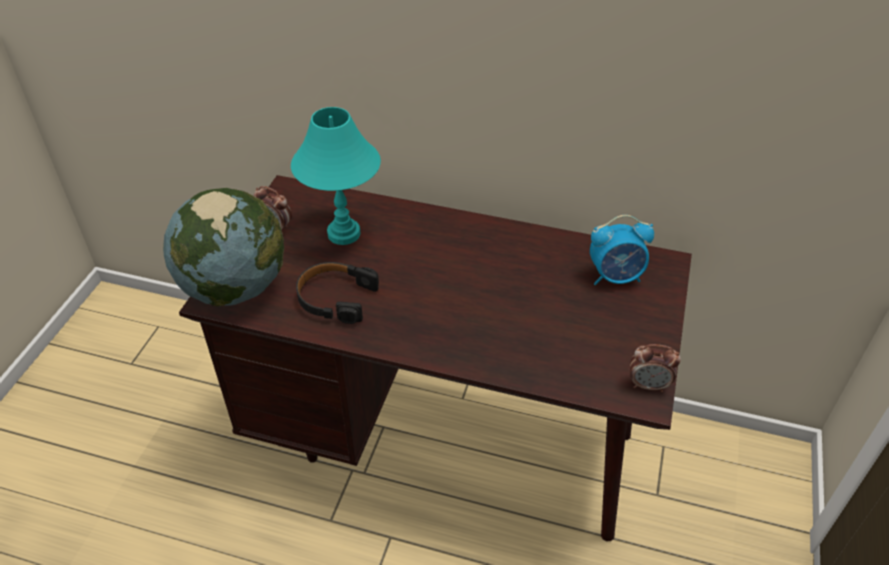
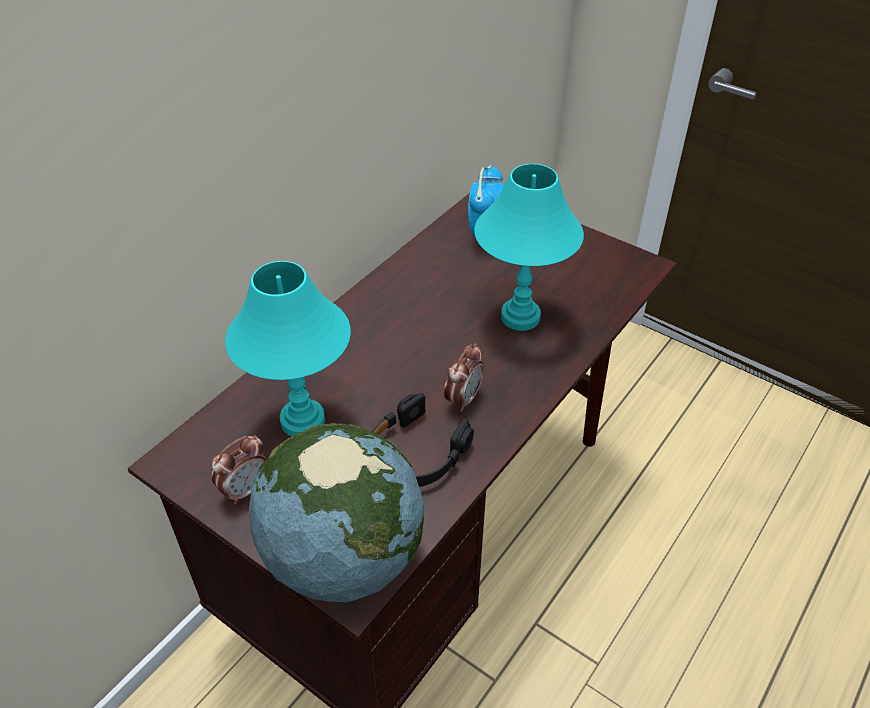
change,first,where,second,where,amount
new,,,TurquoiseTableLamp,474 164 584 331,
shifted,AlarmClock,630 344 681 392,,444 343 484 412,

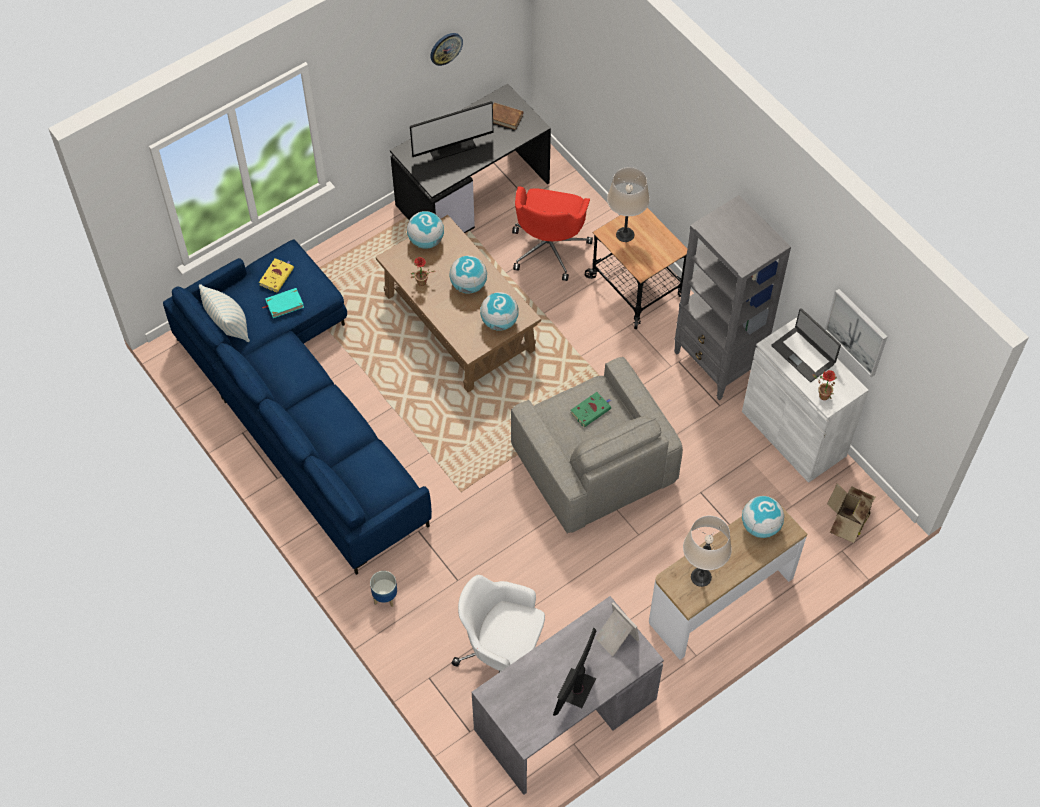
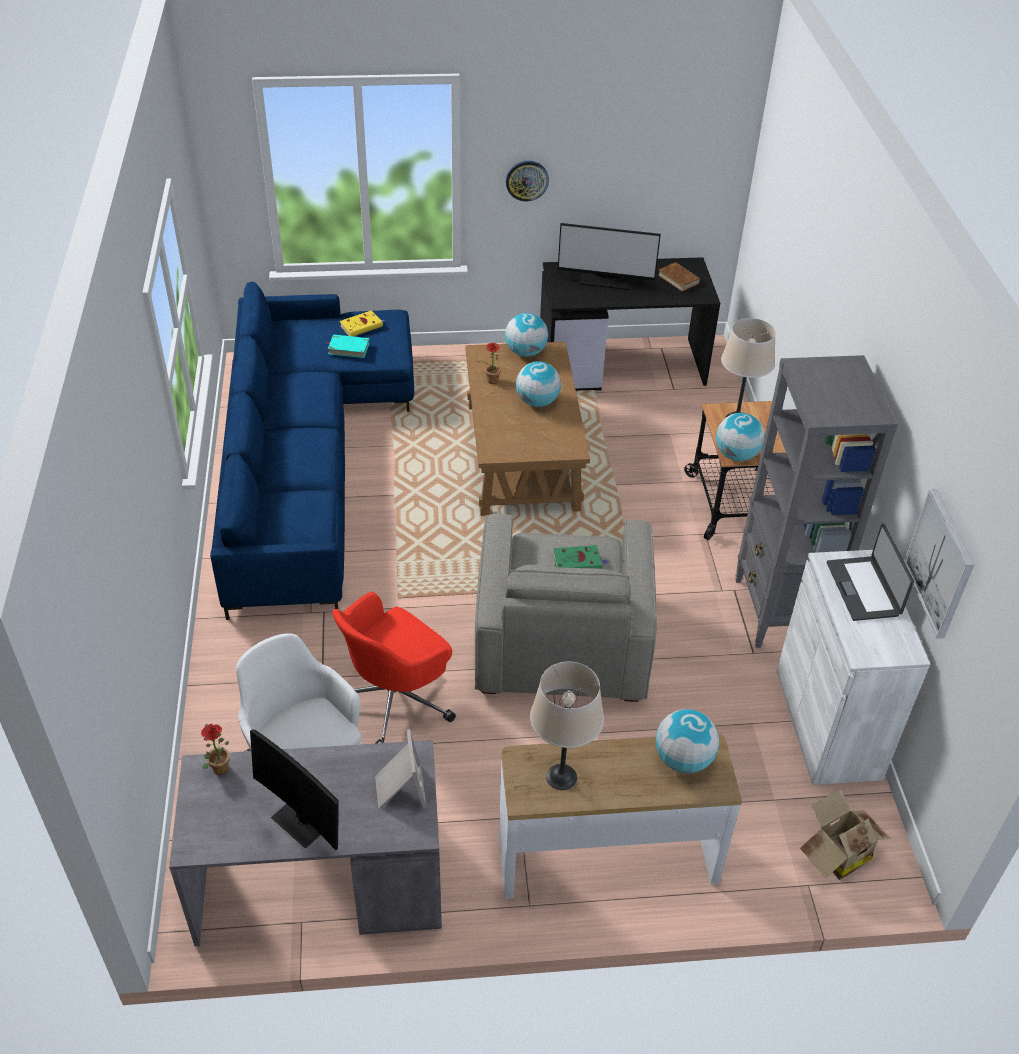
change,first,where,second,where,amount
gone,Pillow,199 284 250 342,,,
gone,Planter,370 571 397 607,,,
shifted,WallClock,430 33 463 66,,506 161 549 201,
shifted,Globe,480 292 519 331,,716 413 765 461,
shifted,RedOfficeChair,512 186 593 281,,332 592 456 744,
shifted,PottedPlant,813 370 837 400,,201 724 230 775,
rotated,Monitor,553 628 597 716,,250 729 338 850,105 degrees counterclockwise

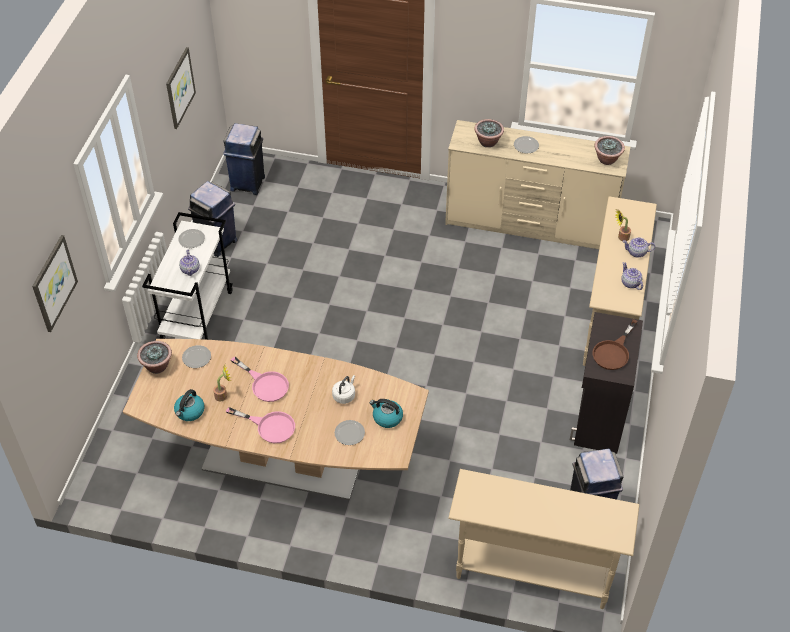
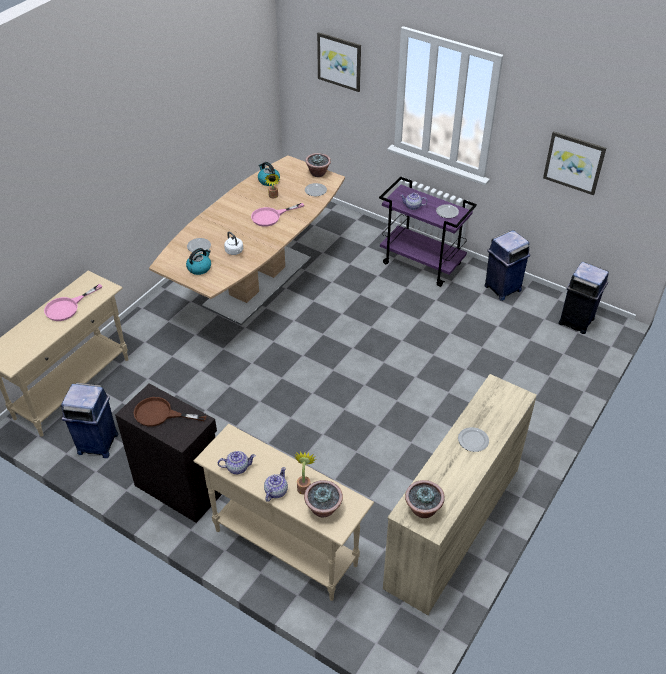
change,first,where,second,where,amount
shifted,PinkFryingPan,226 407 295 443,,44 284 102 321,
shifted,PottedPlant,474 119 504 147,,304 480 343 517,
repainted,WhiteCart,142 212 233 340,PurpleCart,379 177 477 287,
rotated,BrownFryingPan,593 319 638 370,,134 397 206 426,45 degrees counterclockwise

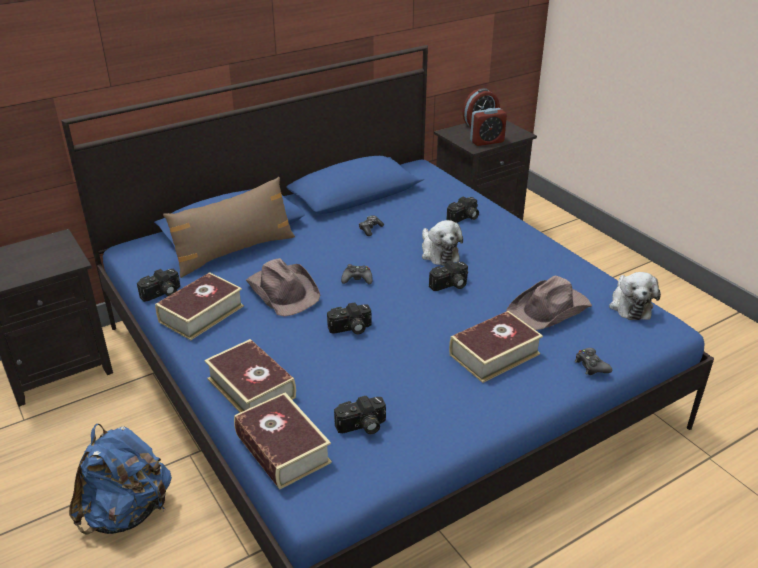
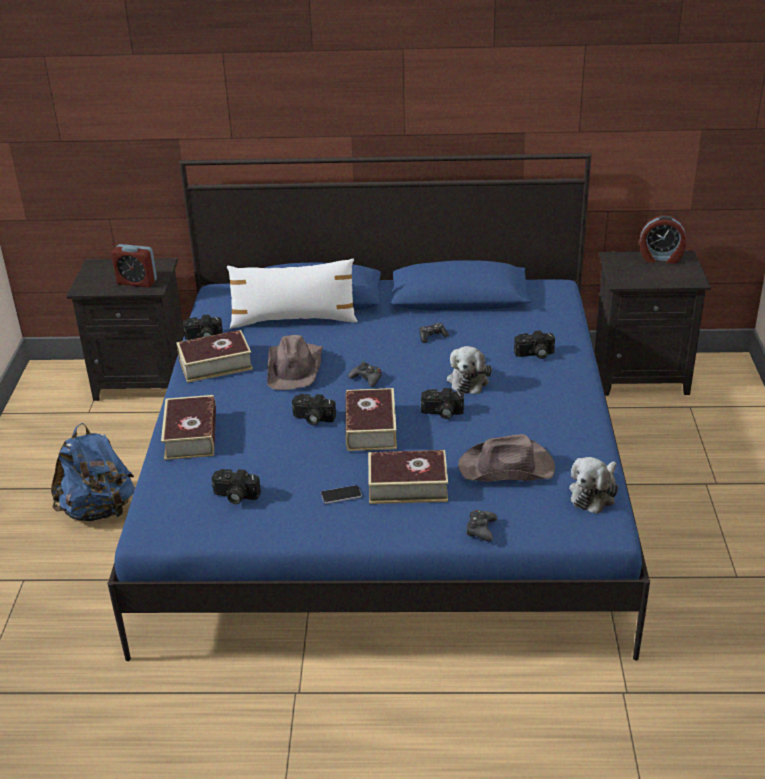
change,first,where,second,where,amount
new,,,Phone,321 485 362 504,
shifted,Book,234 393 332 490,,346 388 397 451,
shifted,AlarmClock,470 108 507 146,,111 244 157 287,
repainted,BrownPillow,163 177 295 278,WhitePillow,227 259 358 329,

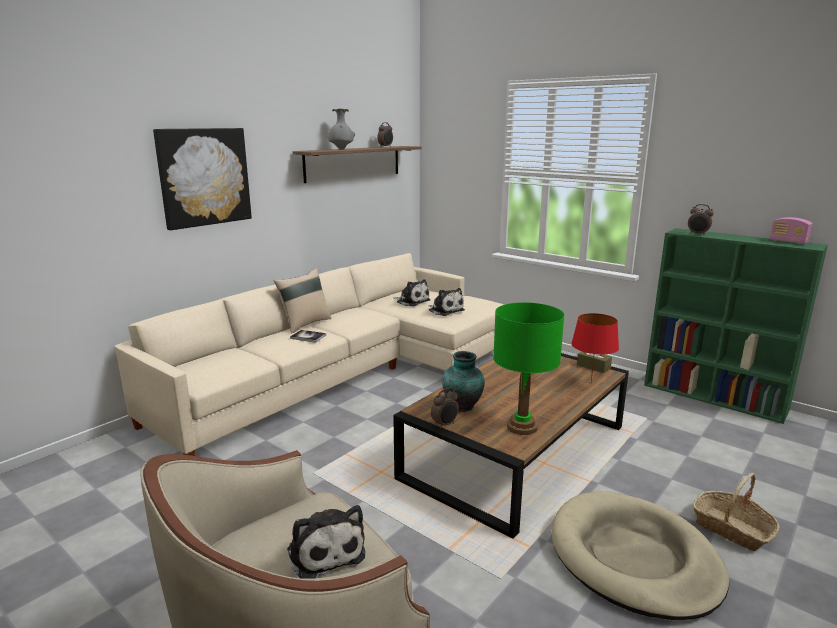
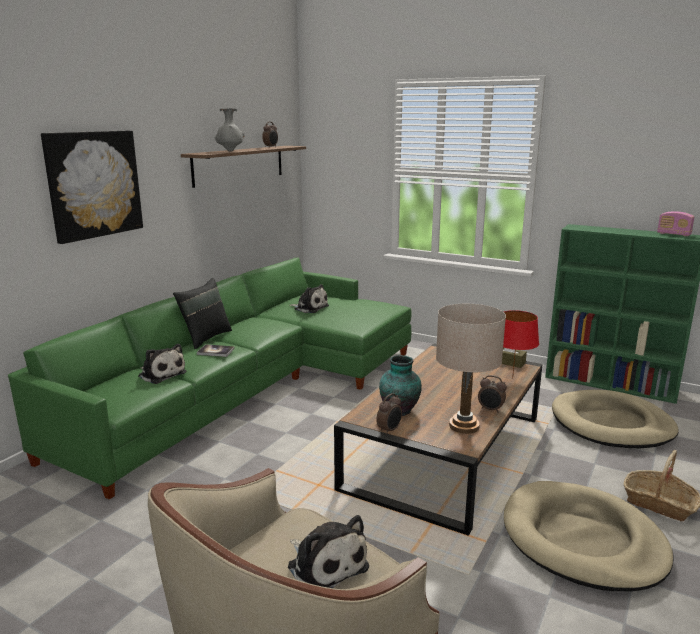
change,first,where,second,where,amount
new,,,BeigeDogBed,552 390 679 448,
shifted,PlushToy,428 288 465 316,,139 344 187 384,
shifted,AlarmClock,688 204 714 236,,478 375 507 413,
repainted,BeigeSofa,115 253 505 456,GreenSofa,8 258 412 500,
repainted,BeigePillow,273 268 331 334,BlackPillow,173 278 232 349,
repainted,GreenTableLamp,493 302 565 435,BeigeTableLamp,436 304 506 434,

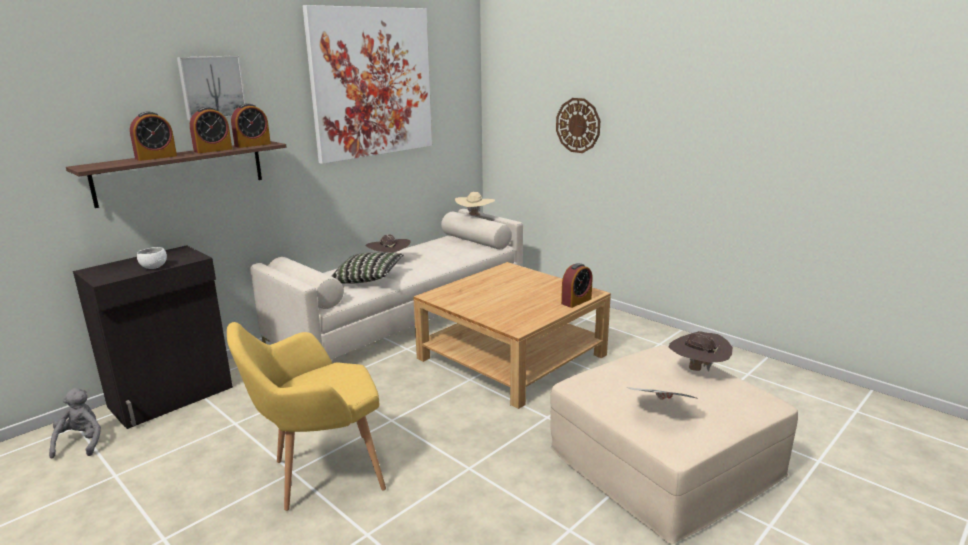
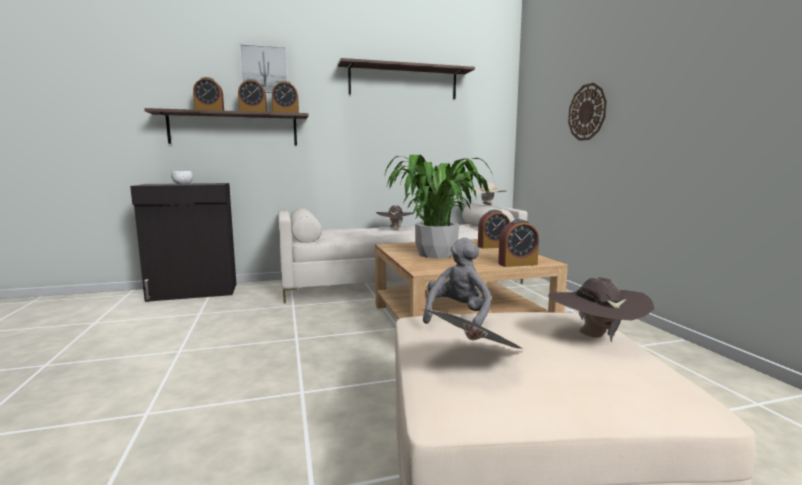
change,first,where,second,where,amount
gone,YellowArmchair,227 322 386 511,,,
gone,Pillow,331 252 404 284,,,
new,,,PottedPlant,384 155 493 259,
new,,,AlarmClock,478 210 510 249,
shifted,GreyPlushToy,49 388 101 458,,423 238 491 326,
swapped,Picture,302 5 432 164,Shelf,337 58 475 99,

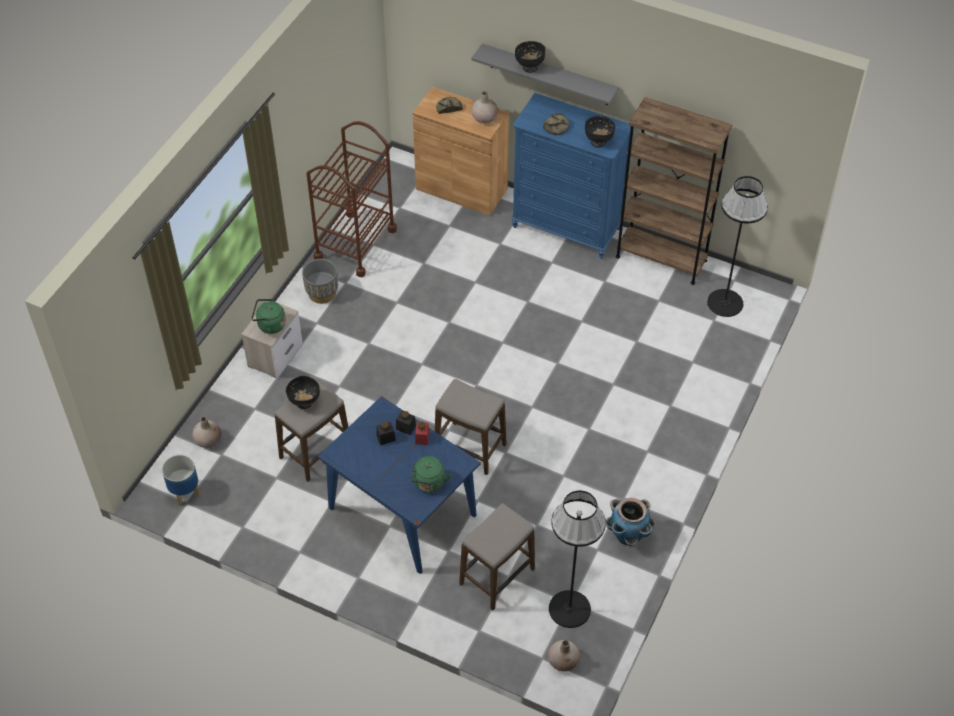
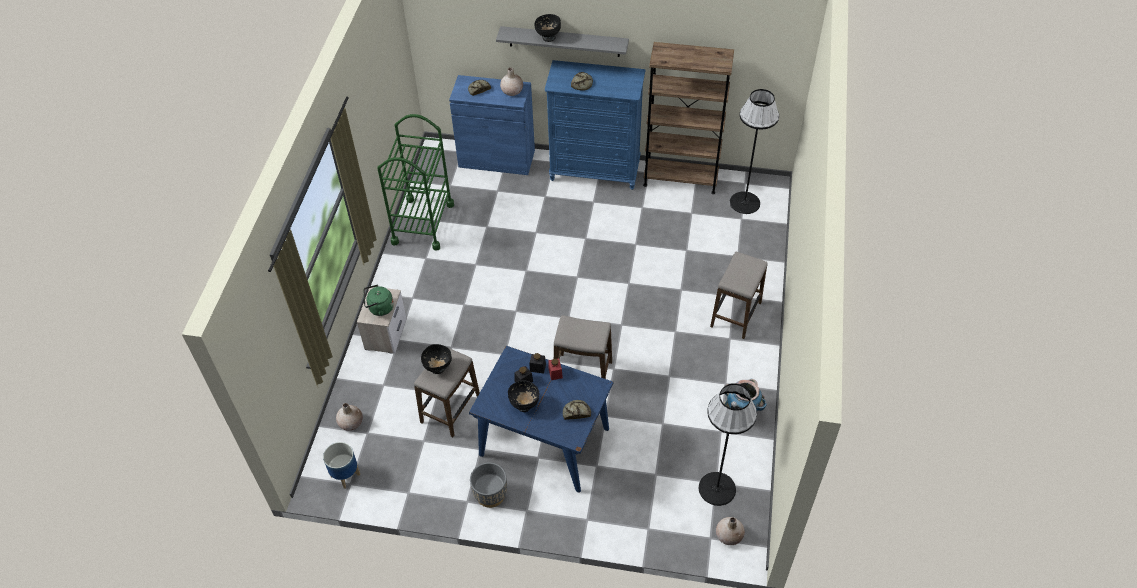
change,first,where,second,where,amount
shifted,GreyPlanter,302 259 338 304,,470 462 507 508,
shifted,Stool,459 503 535 611,,710 252 768 339,
shifted,BlackBowl,585 116 615 148,,508 381 539 412,
swapped,GreenKettle,410 456 451 493,Bread,563 400 591 420,
repainted,BrownCart,306 121 397 277,GreenCart,377 114 454 251,
repainted,BrownCabinet,413 87 509 216,BlueCabinet,449 75 535 175,

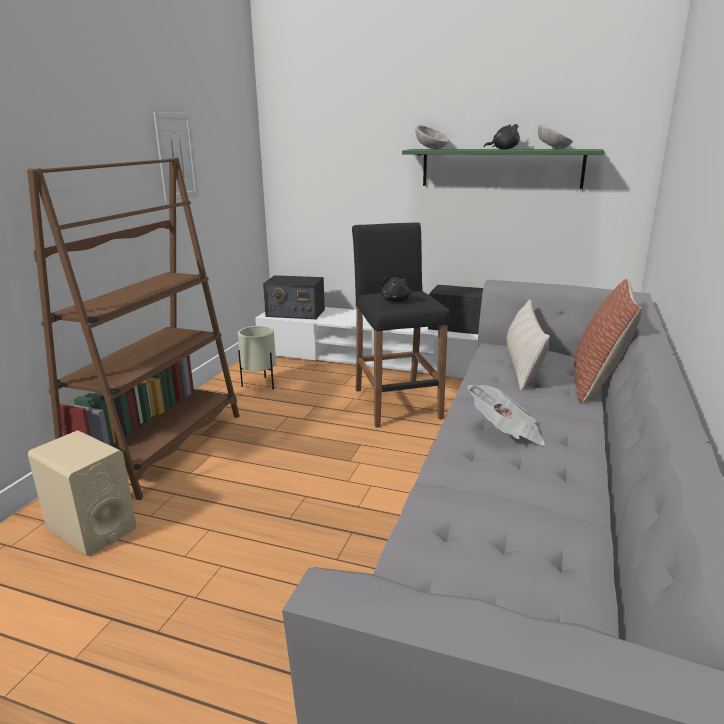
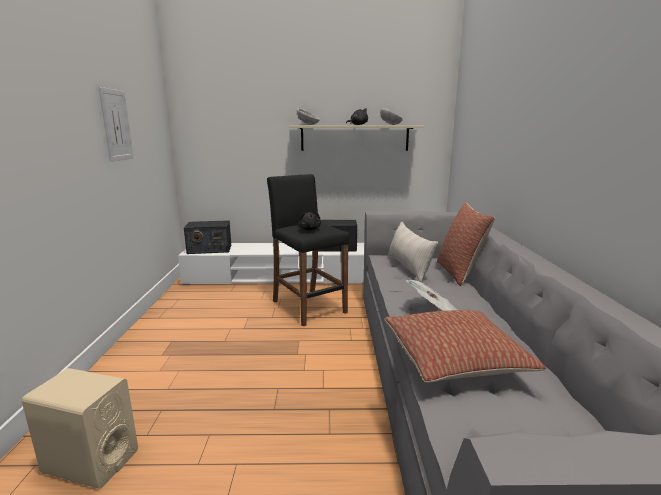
change,first,where,second,where,amount
gone,BrownBookcase,27 158 240 500,,,
gone,BeigePlanter,238 326 276 390,,,
new,,,Pillow,385 310 546 383,
repainted,GreenShelf,402 149 604 189,BeigeShelf,289 125 424 151,

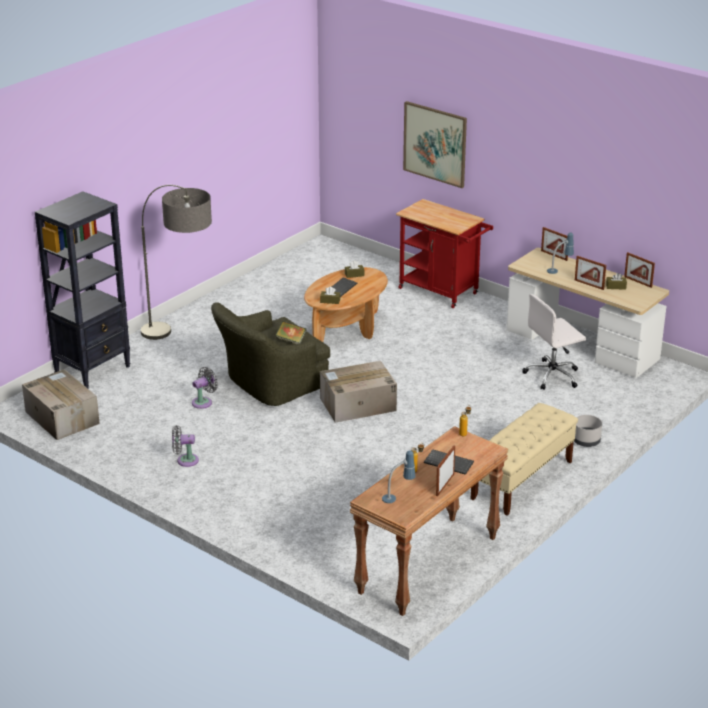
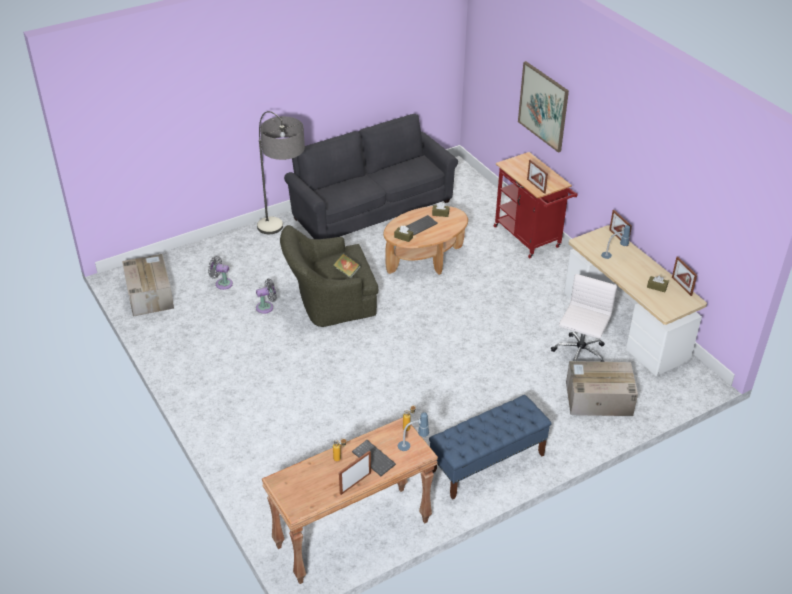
change,first,where,second,where,amount
gone,BlackBookcase,35 191 130 389,,,
gone,GreyPlanter,574 415 602 447,,,
new,,,GreySofa,284 114 458 239,
shifted,GreyFan,172 425 199 467,,208 256 233 290,
shifted,CardboardBox,320 361 397 423,,566 361 638 416,
shifted,TableLamp,382 450 415 503,,398 412 429 451,
shifted,PictureFrame,575 256 606 290,,527 160 548 194,
repainted,BeigeBench,471 403 578 516,BlueBench,429 395 552 500,
rotated,WhiteOfficeChair,522 294 586 390,,551 274 617 362,120 degrees clockwise

